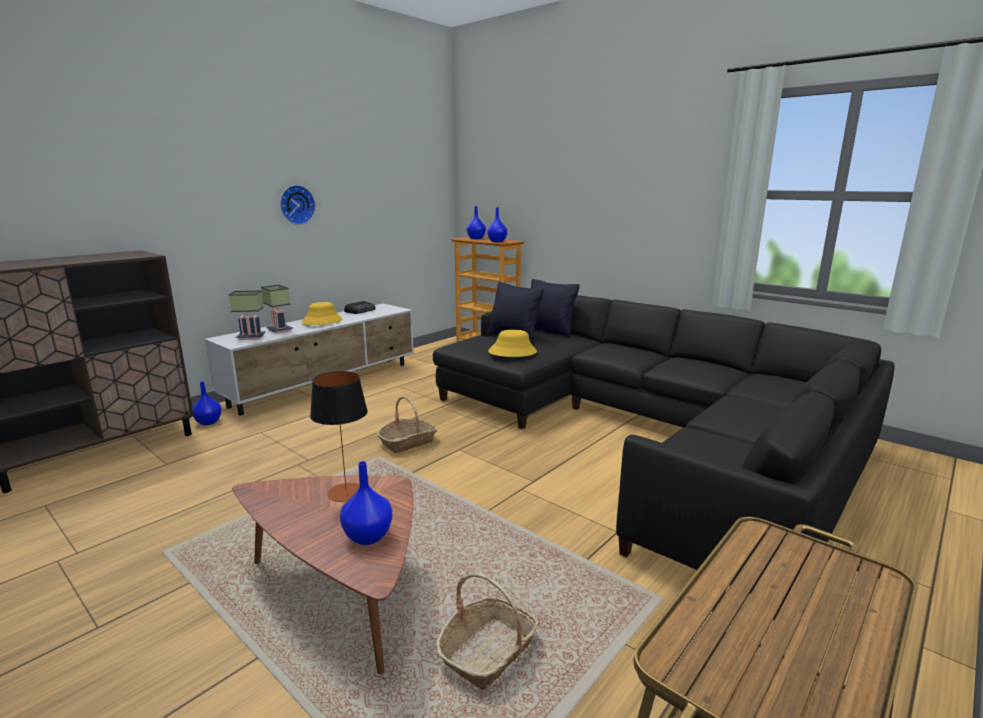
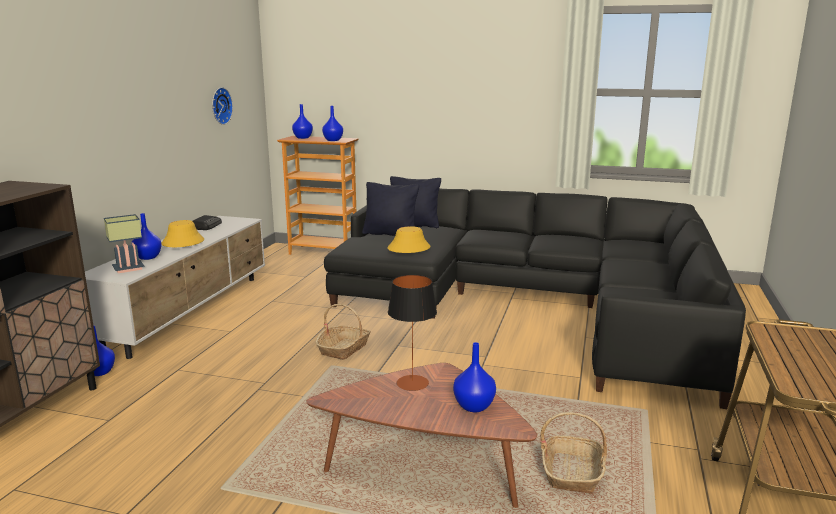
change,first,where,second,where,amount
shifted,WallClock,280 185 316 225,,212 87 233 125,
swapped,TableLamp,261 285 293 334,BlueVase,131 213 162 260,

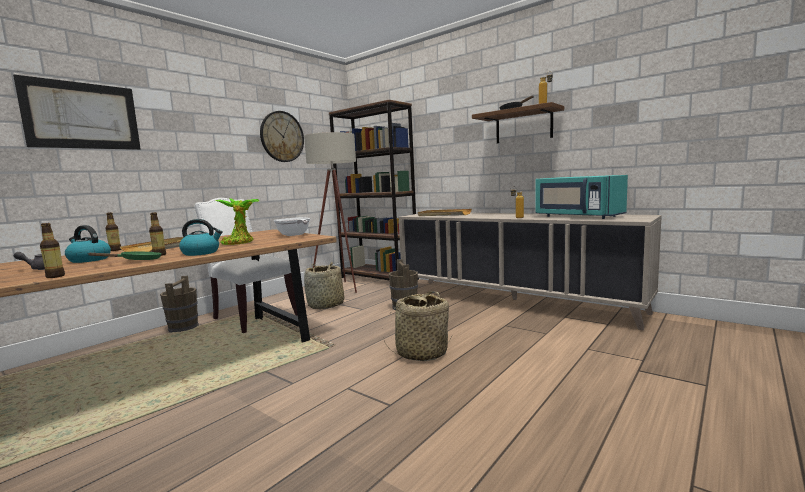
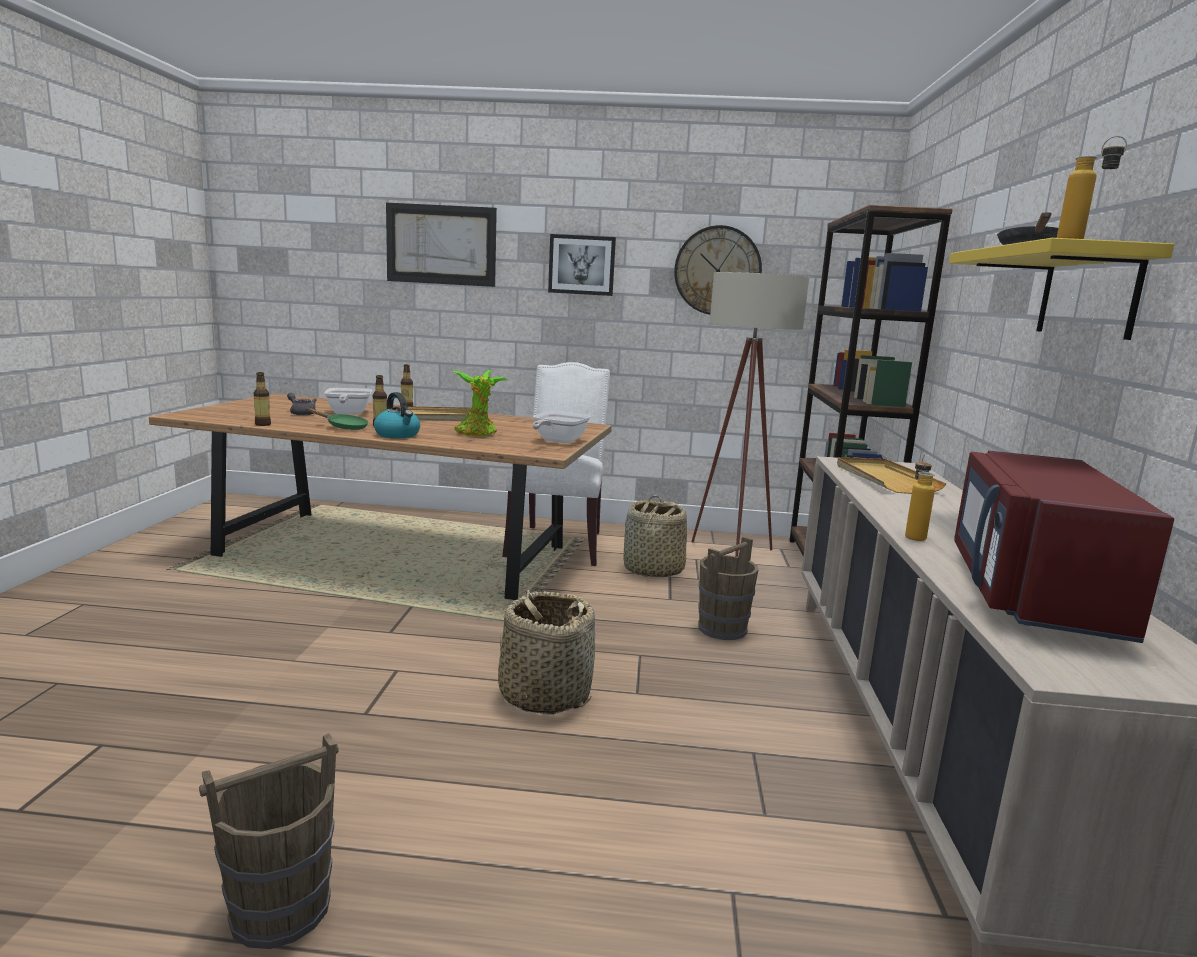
change,first,where,second,where,amount
new,,,Picture,548 234 616 296,
shifted,BrownBucket,160 276 199 333,,199 733 338 949,
swapped,Kettle,65 225 111 263,FryingPan,324 388 372 415,
repainted,BrownShelf,472 102 564 143,YellowShelf,949 238 1174 340,
repainted,TurquoiseMicrowave,535 175 628 219,RedMicrowave,954 451 1174 643,

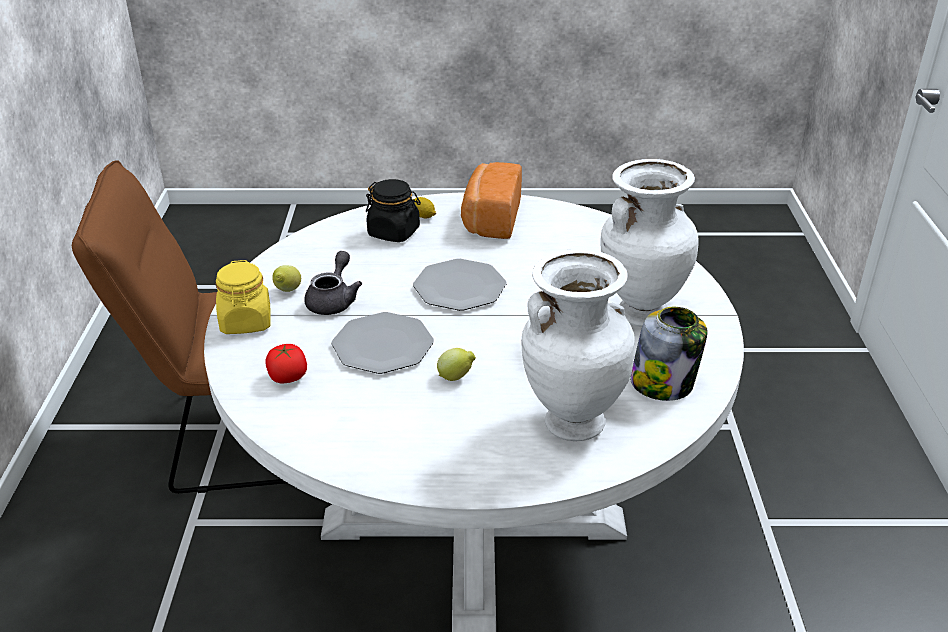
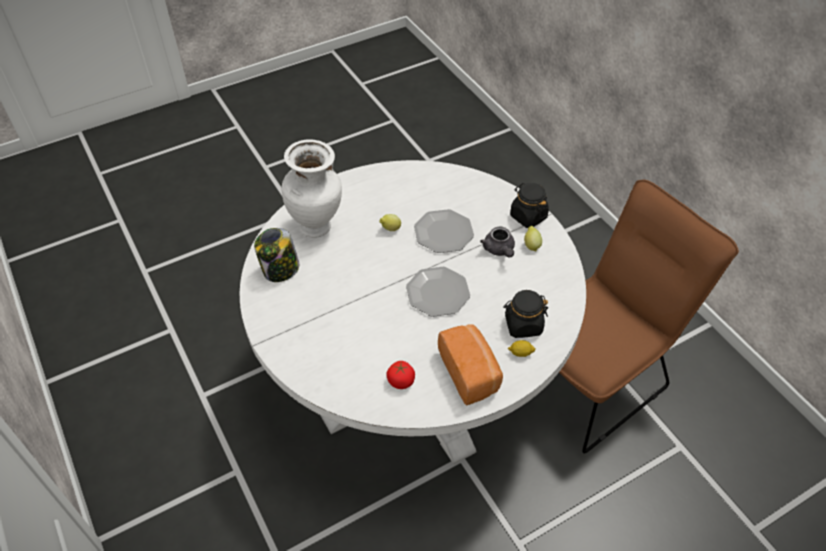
change,first,where,second,where,amount
gone,WhiteVase,601 159 699 327,,,
shifted,Tomato,266 344 307 383,,387 361 415 389,
repainted,YellowJar,215 260 271 334,BlackJar,510 183 549 228,

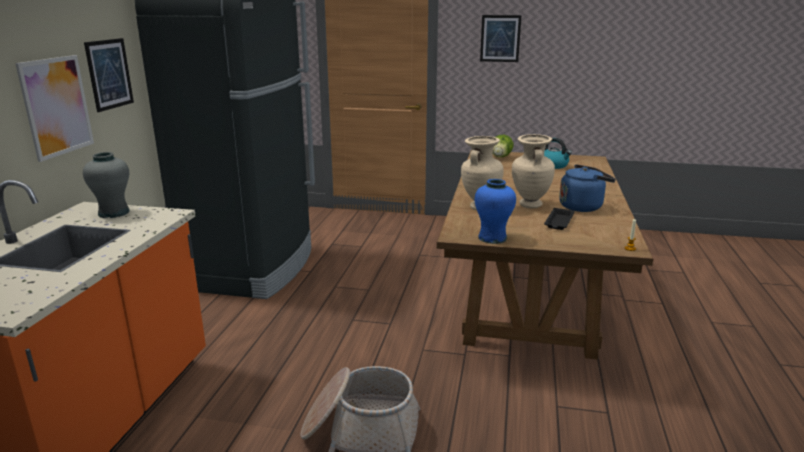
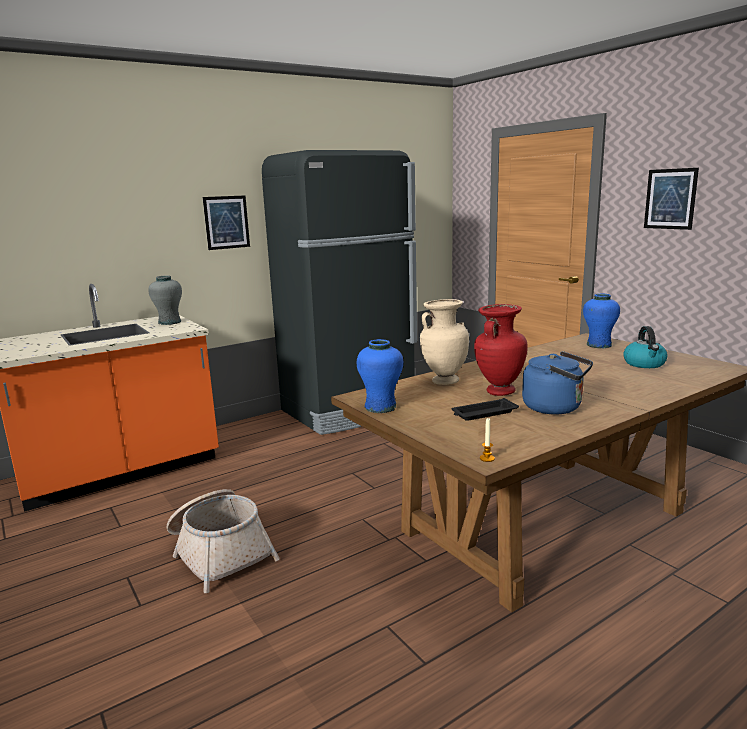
change,first,where,second,where,amount
gone,Picture,15 55 94 162,,,
swapped,Lettuce,493 135 514 157,BlueVase,583 294 620 348,
repainted,BeigeVase,512 134 555 208,RedVase,474 304 528 396,

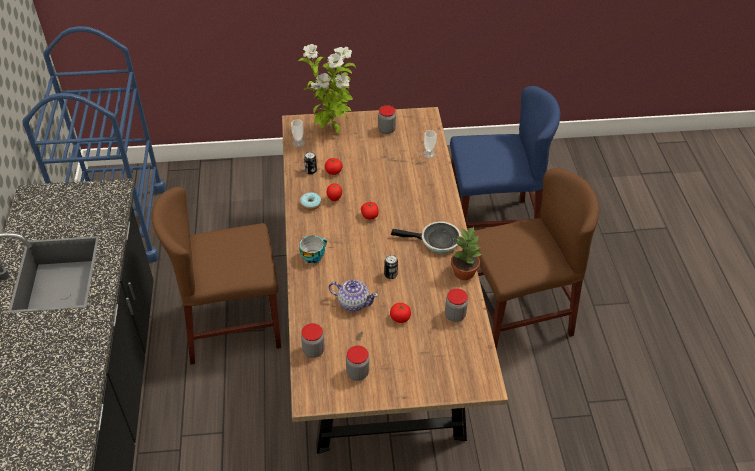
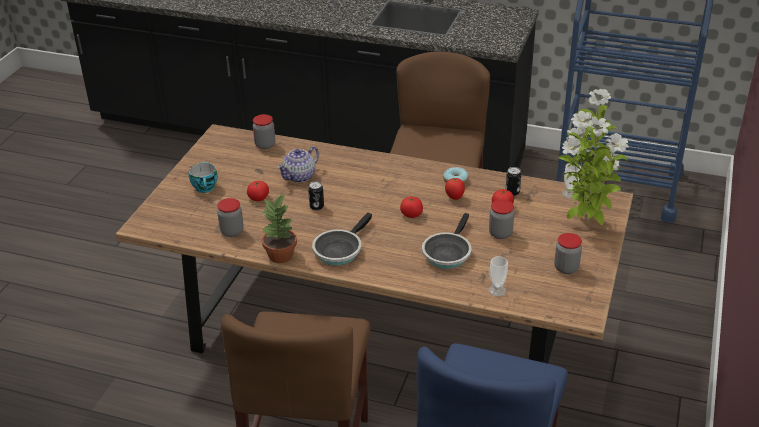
change,first,where,second,where,amount
new,,,FryingPan,422 213 471 269,
shifted,Cup,299 235 327 264,,189 162 218 193,
shifted,Jar,346 346 369 381,,489 200 514 239,

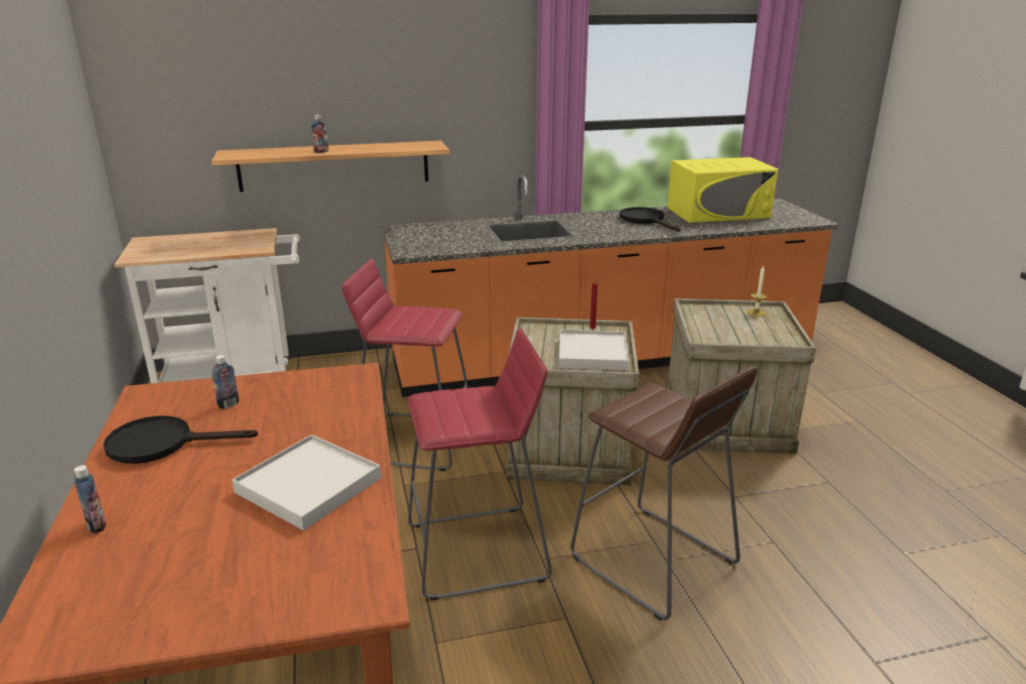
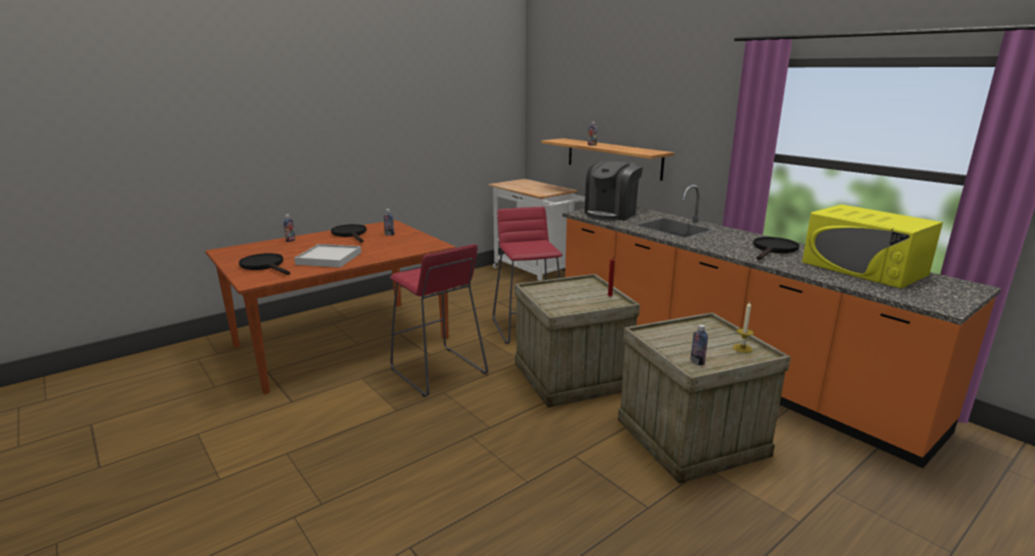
change,first,where,second,where,amount
gone,WhiteTray,559 330 629 370,,,
gone,BrownStool,571 366 758 621,,,
new,,,BlackFryingPan,239 253 290 275,
new,,,CoffeeMachine,585 161 643 221,
new,,,Bottle,690 324 708 366,

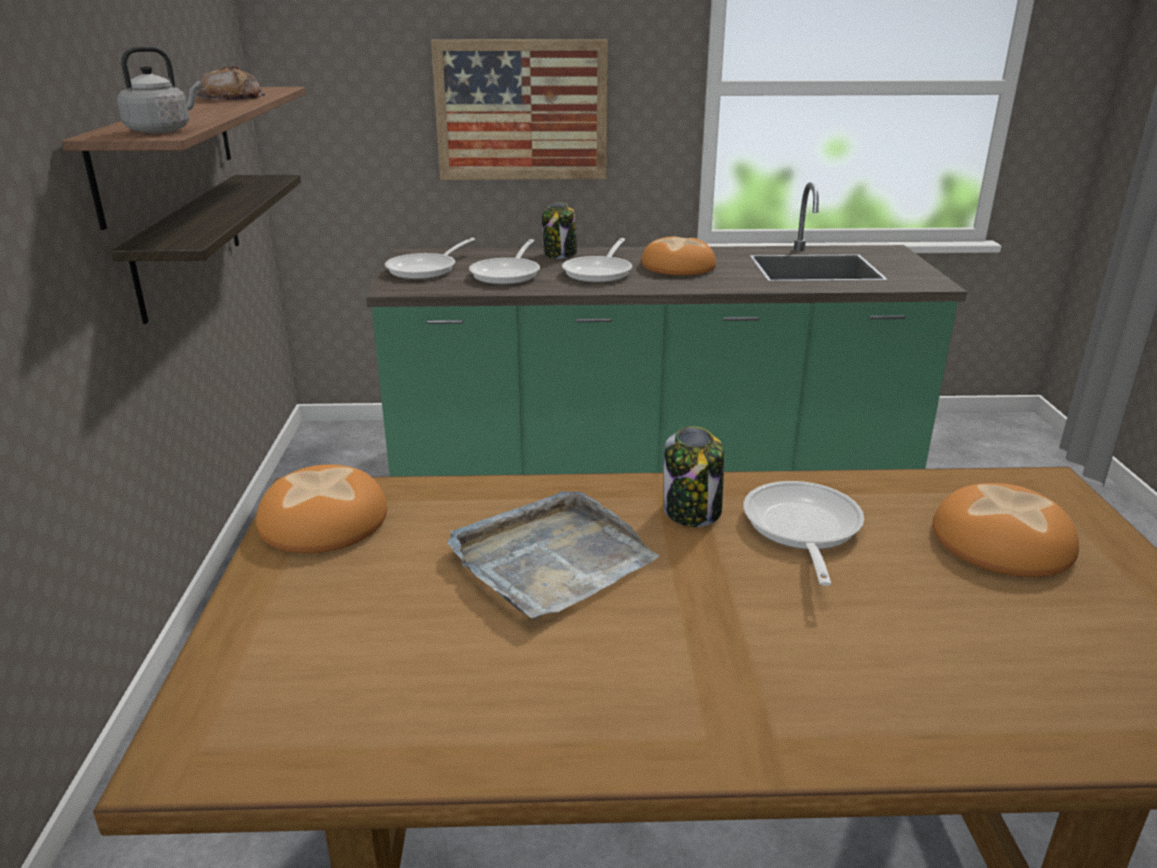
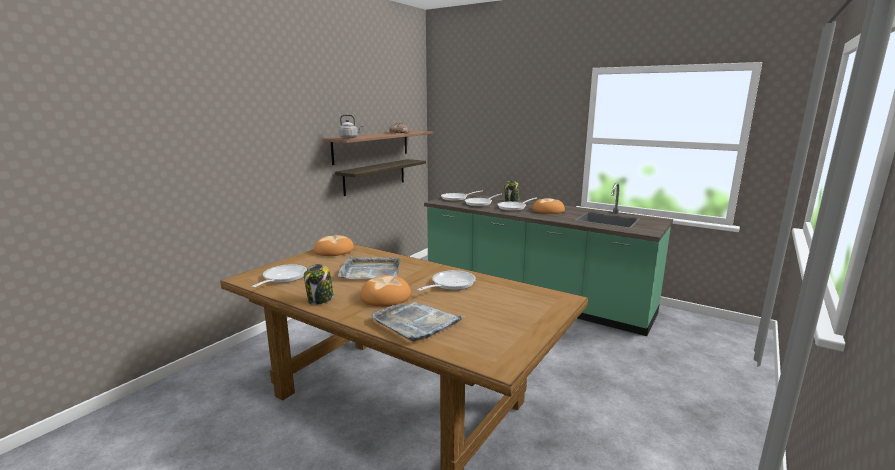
change,first,where,second,where,amount
gone,Picture,431 39 608 180,,,
new,,,FryingPan,252 264 307 288,
new,,,GreyTray,371 302 465 342,
shifted,Jar,663 426 724 527,,304 264 334 305,
shifted,Bread,932 483 1079 577,,360 276 411 307,

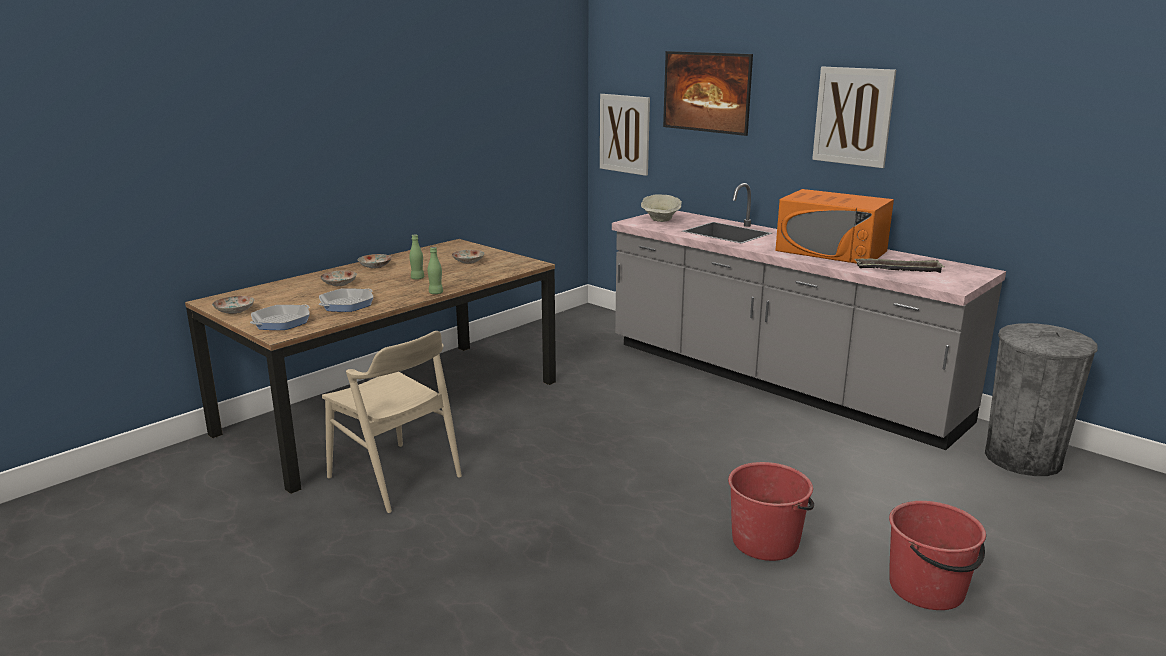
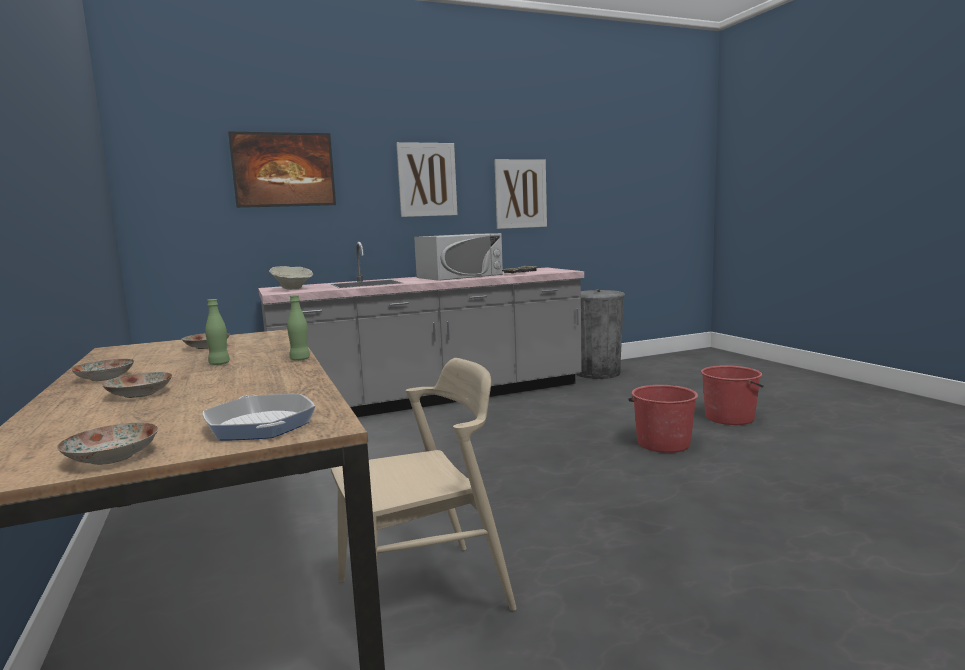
change,first,where,second,where,amount
gone,FryingPan,319 288 374 312,,,
shifted,Picture,600 94 650 176,,494 159 547 229,
repainted,OrangeMicrowave,775 189 894 263,WhiteMicrowave,414 233 503 281,

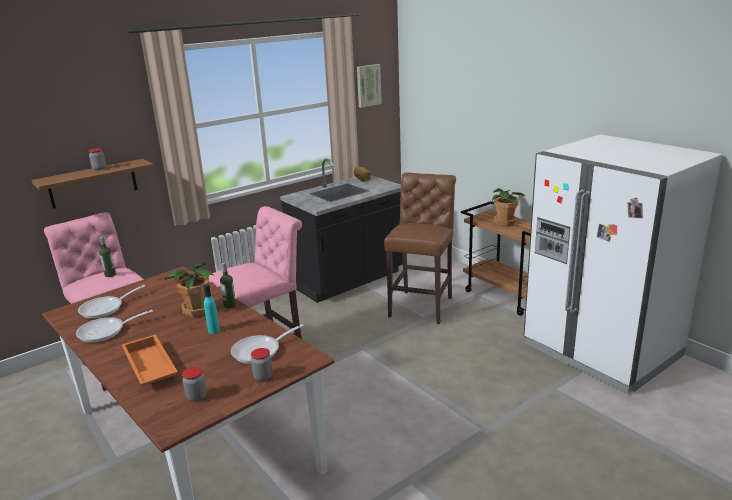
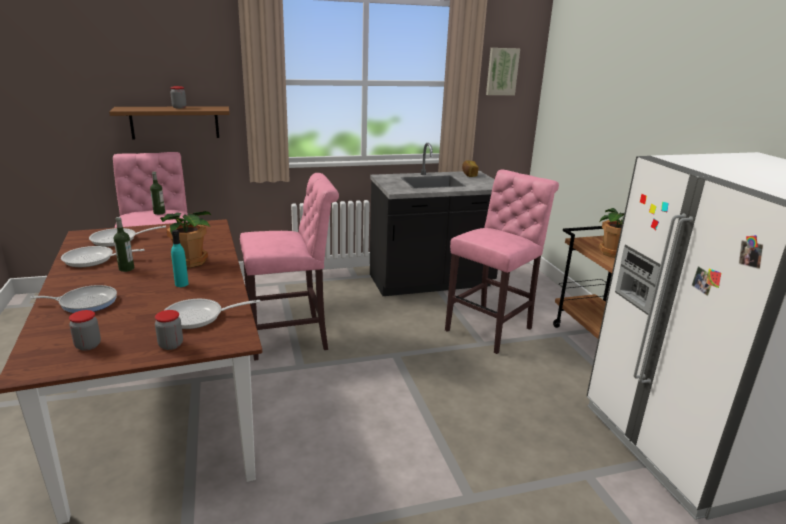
change,first,where,second,where,amount
shifted,Bottle,220 262 236 309,,114 217 134 272,
swapped,OrangeTray,122 335 178 386,FryingPan,30 285 117 313,
repainted,BrownStool,384 173 456 324,PinkStool,445 170 559 354,

